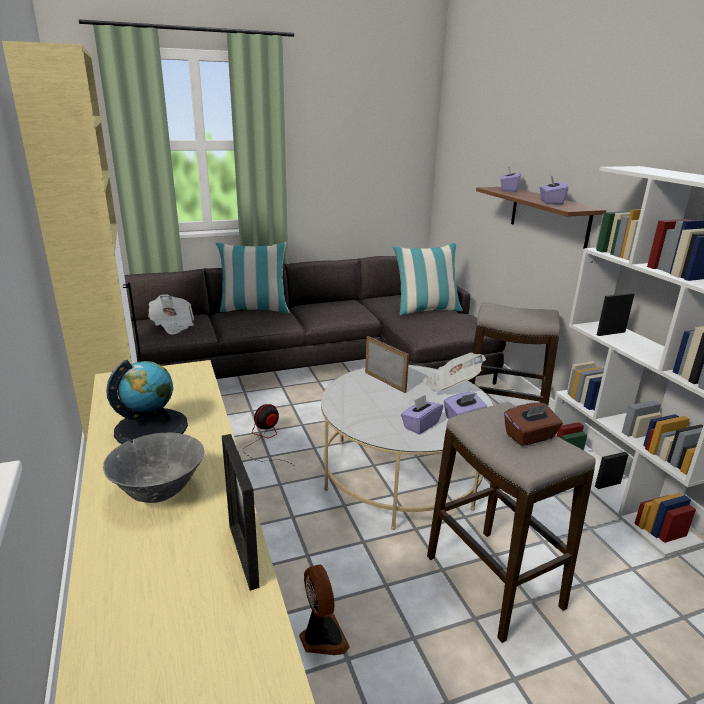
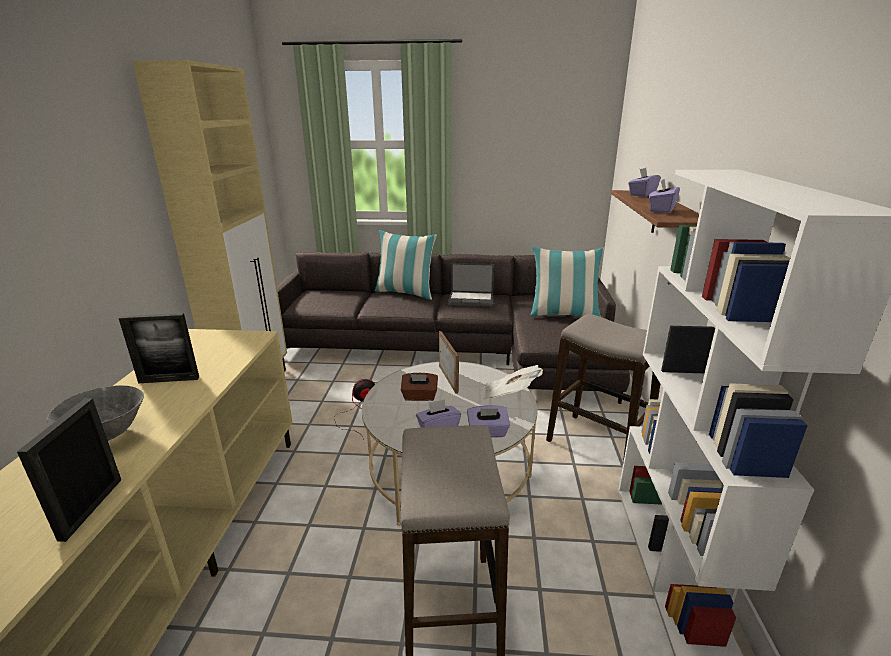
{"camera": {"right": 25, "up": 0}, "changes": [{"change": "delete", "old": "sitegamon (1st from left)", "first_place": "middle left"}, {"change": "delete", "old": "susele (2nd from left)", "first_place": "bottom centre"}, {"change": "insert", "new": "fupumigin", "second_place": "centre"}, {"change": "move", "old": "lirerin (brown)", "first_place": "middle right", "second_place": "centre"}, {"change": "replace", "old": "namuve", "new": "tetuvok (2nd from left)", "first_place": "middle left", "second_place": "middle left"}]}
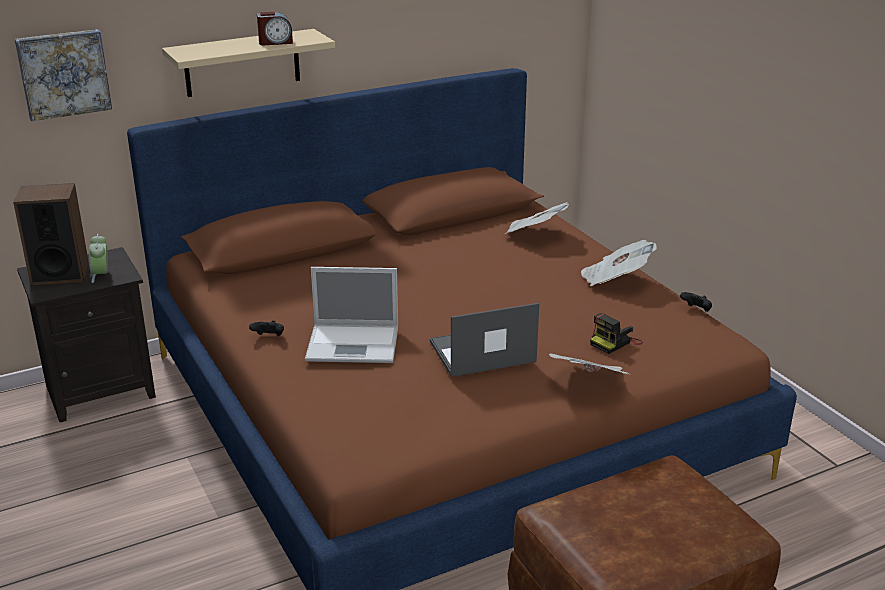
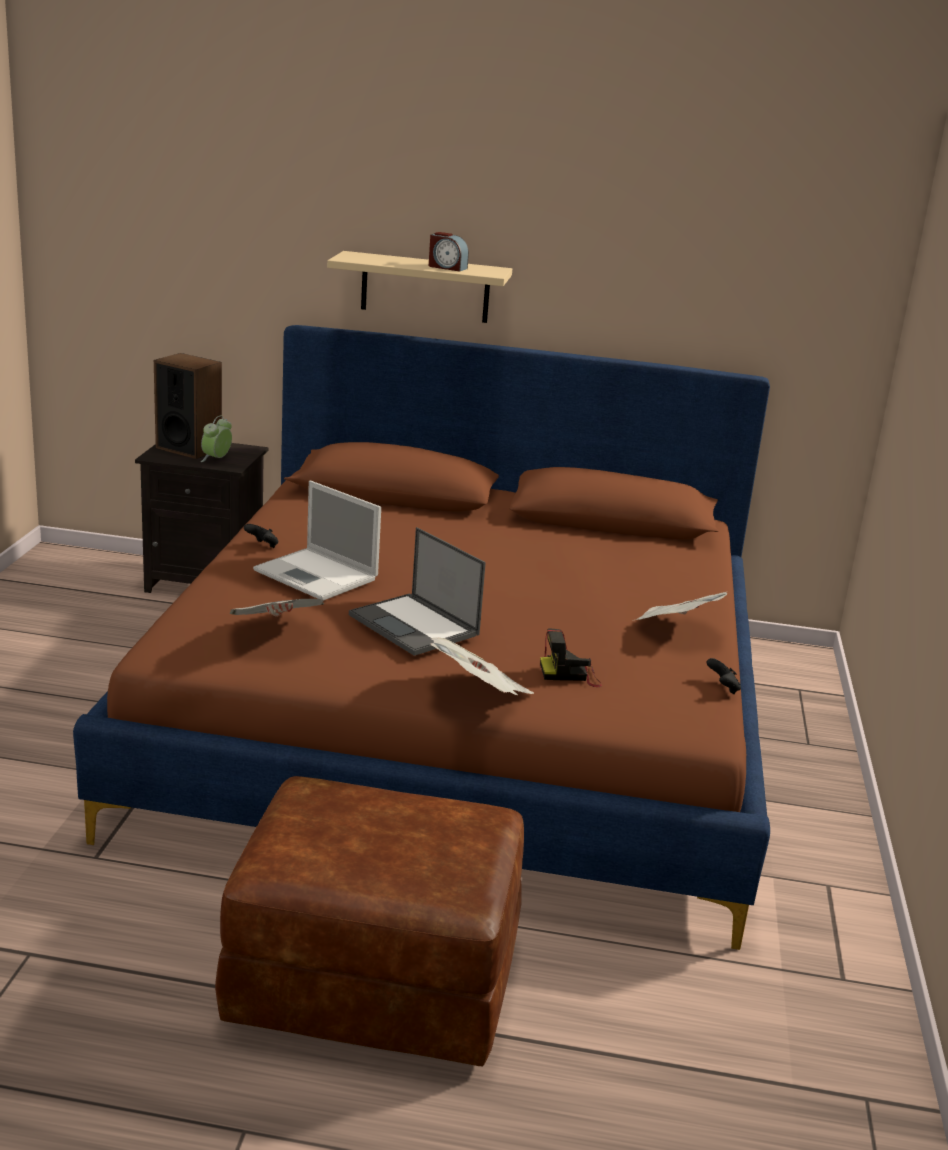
{"camera": {"right": 35, "up": -5}, "changes": [{"change": "delete", "old": "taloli", "first_place": "top left"}, {"change": "move", "old": "sitegamon (1st from left)", "first_place": "centre", "second_place": "middle left"}, {"change": "rotate", "old": "fupumigin (2nd from left)", "first_place": "centre", "second_place": "centre", "degrees": -150}]}
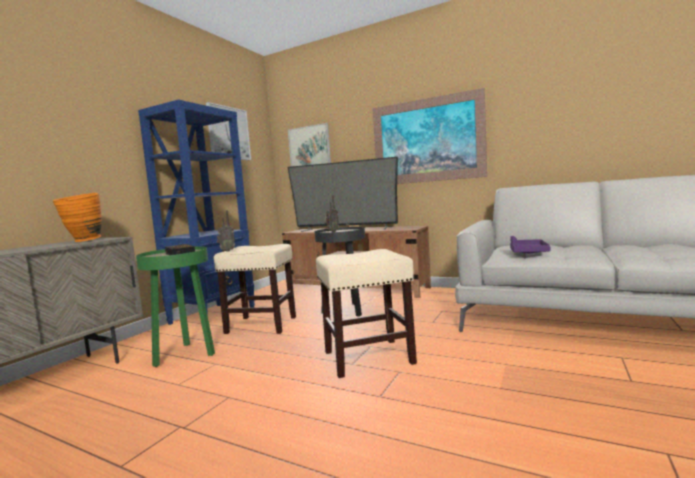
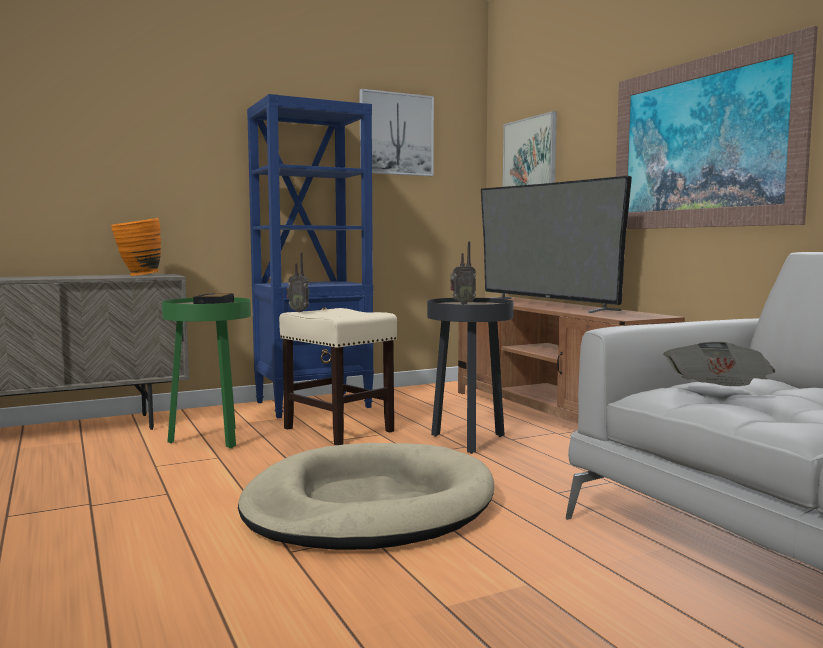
{"camera": {"right": 35, "up": 0}, "changes": [{"change": "replace", "old": "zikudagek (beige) (2nd from left)", "new": "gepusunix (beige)", "first_place": "centre", "second_place": "bottom centre"}, {"change": "replace", "old": "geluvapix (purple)", "new": "sitegamon", "first_place": "middle right", "second_place": "middle right"}]}
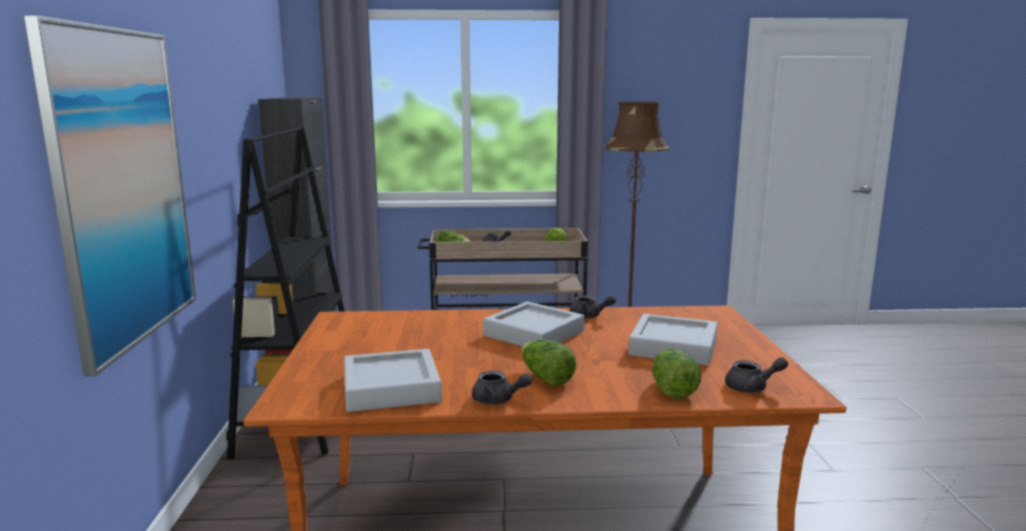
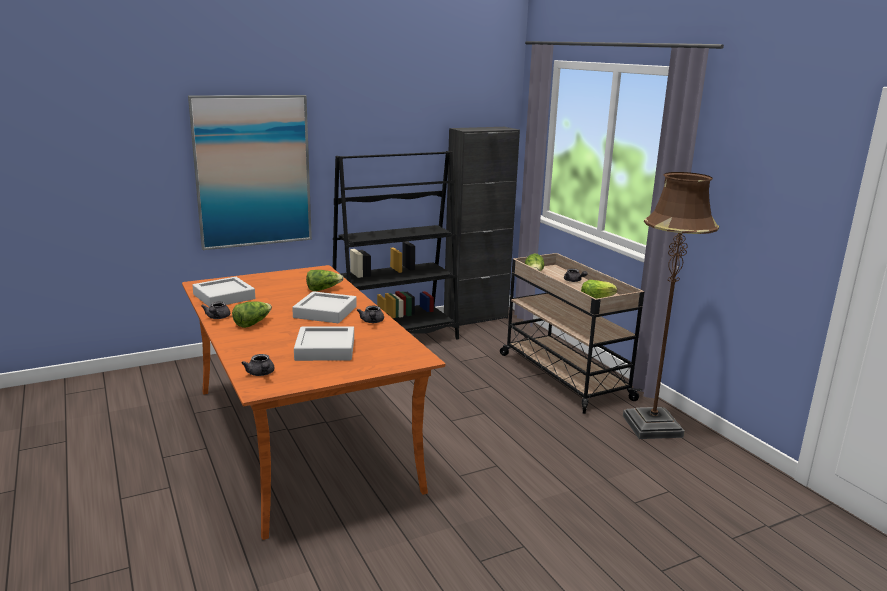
{"camera": {"right": 65, "up": 5}, "changes": [{"change": "move", "old": "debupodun (4th from left in the first image)", "new": "debupodun (2nd from left)", "first_place": "bottom centre", "second_place": "centre"}]}
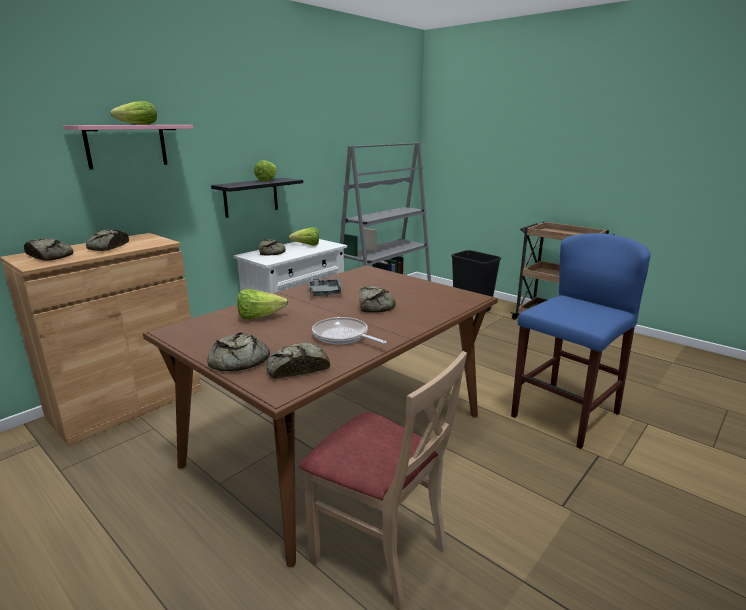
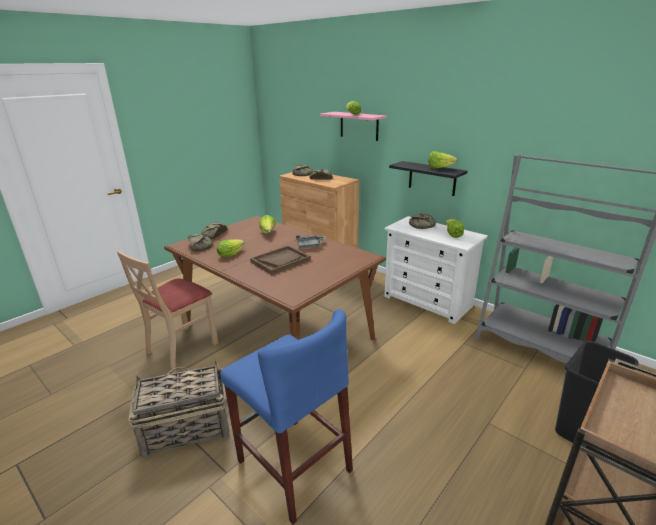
{"camera": {"right": 90, "up": 5}, "changes": [{"change": "insert", "new": "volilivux", "second_place": "bottom left"}, {"change": "replace", "old": "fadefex", "new": "debupodun (1st from left)", "first_place": "centre", "second_place": "centre"}, {"change": "replace", "old": "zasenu (6th from left)", "new": "geluvapix (brown)", "first_place": "centre", "second_place": "centre"}]}
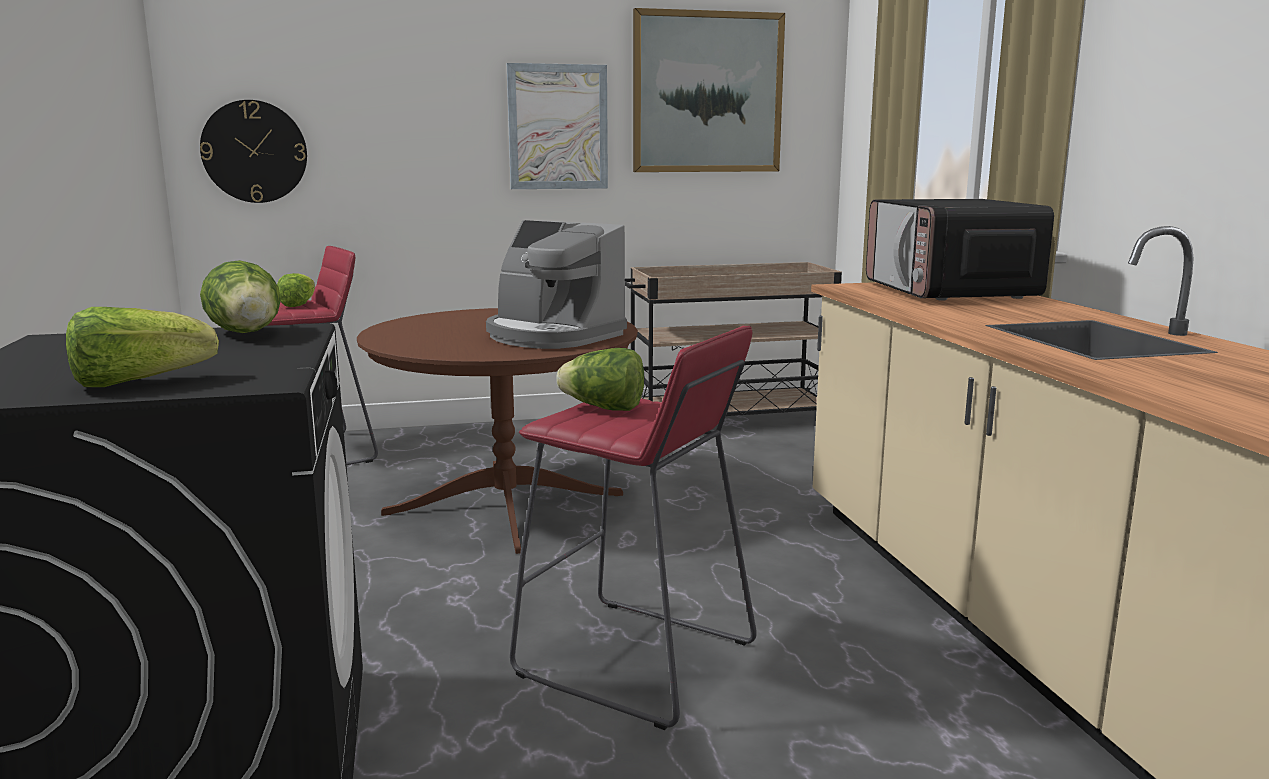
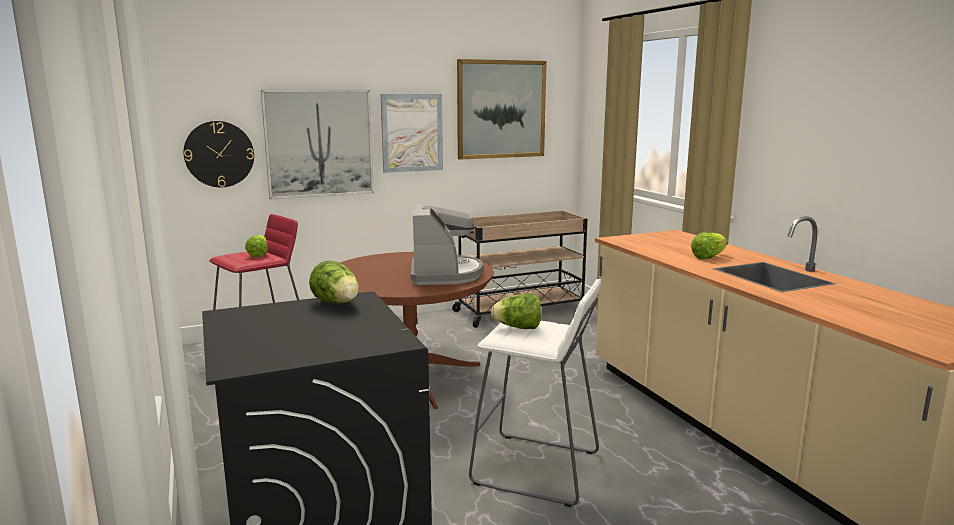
{"camera": {"right": -10, "up": 0}, "changes": [{"change": "delete", "old": "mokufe", "first_place": "top right"}, {"change": "insert", "new": "taloli (1st from left)", "second_place": "top left"}, {"change": "move", "old": "debupodun (1st from left in the first image)", "new": "debupodun (4th from left)", "first_place": "middle left", "second_place": "middle right"}, {"change": "recolor", "old": "zikudagek (red) (2nd from left)", "new": "zikudagek (white)", "first_place": "bottom centre", "second_place": "bottom centre"}, {"change": "rotate", "old": "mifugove", "first_place": "centre", "second_place": "centre", "degrees": -120}]}
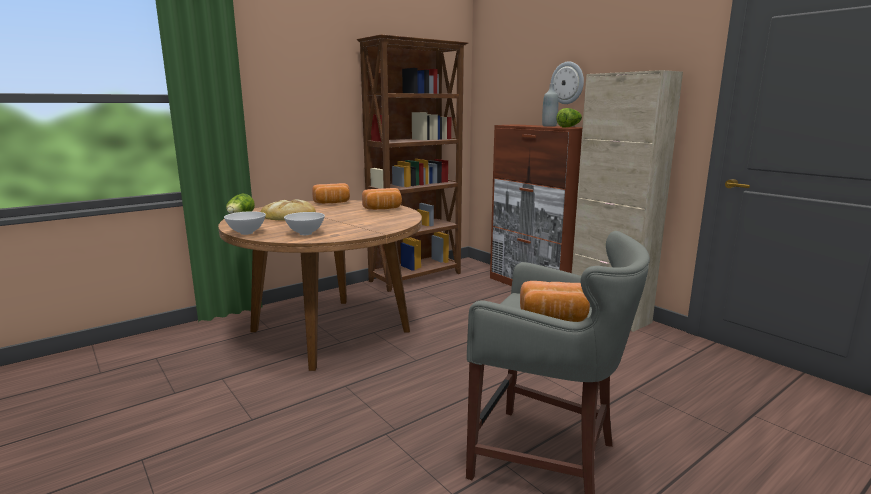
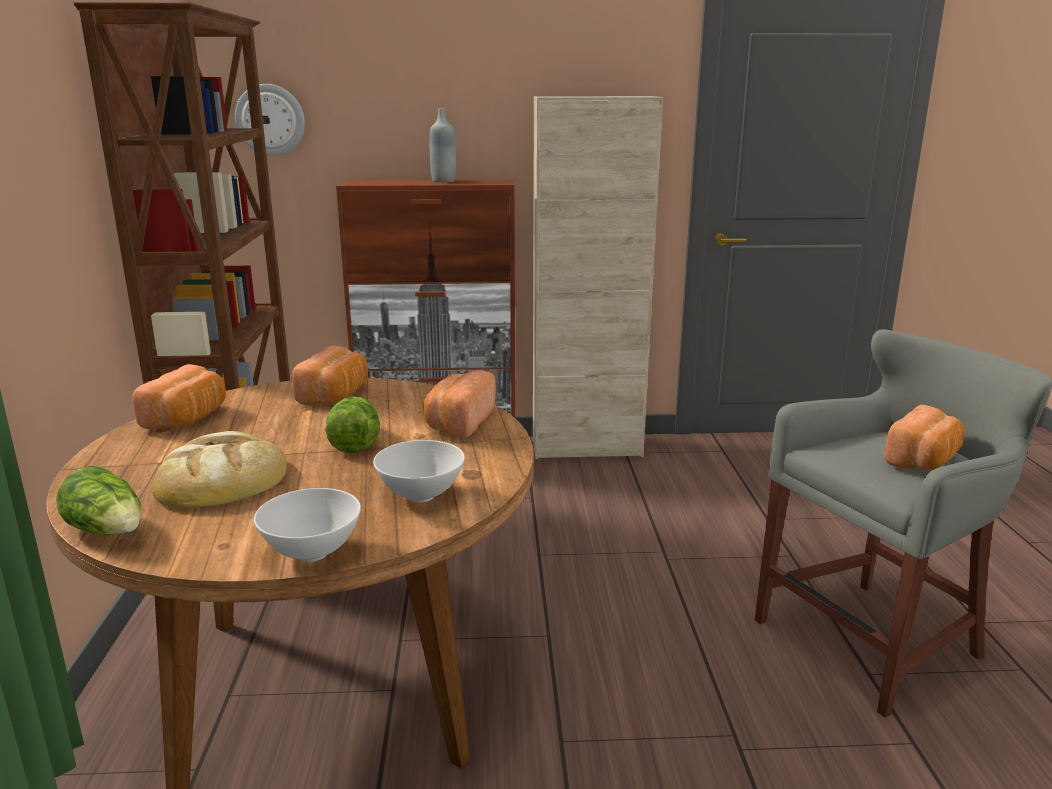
{"camera": {"right": -55, "up": 5}, "changes": [{"change": "insert", "new": "zasenu (4th from left)", "second_place": "centre"}, {"change": "move", "old": "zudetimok", "first_place": "top centre", "second_place": "top left"}, {"change": "move", "old": "debupodun (2nd from left)", "first_place": "top centre", "second_place": "centre"}]}
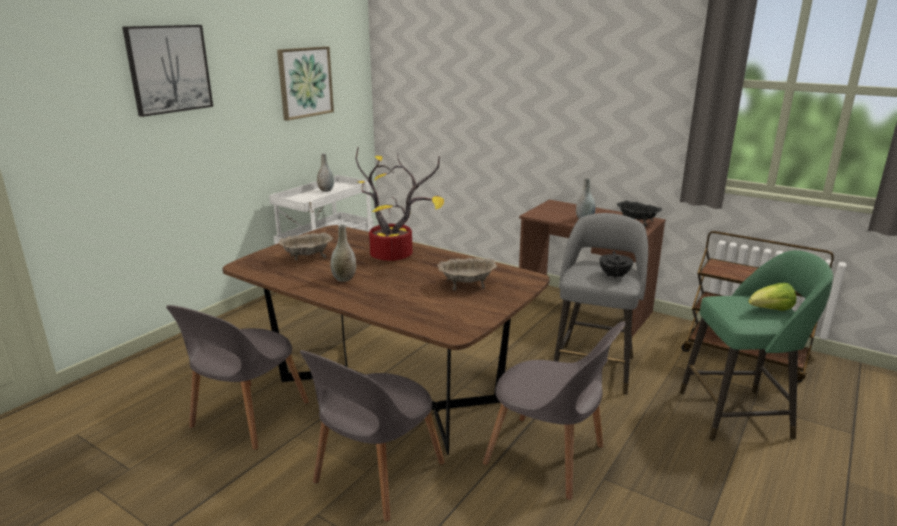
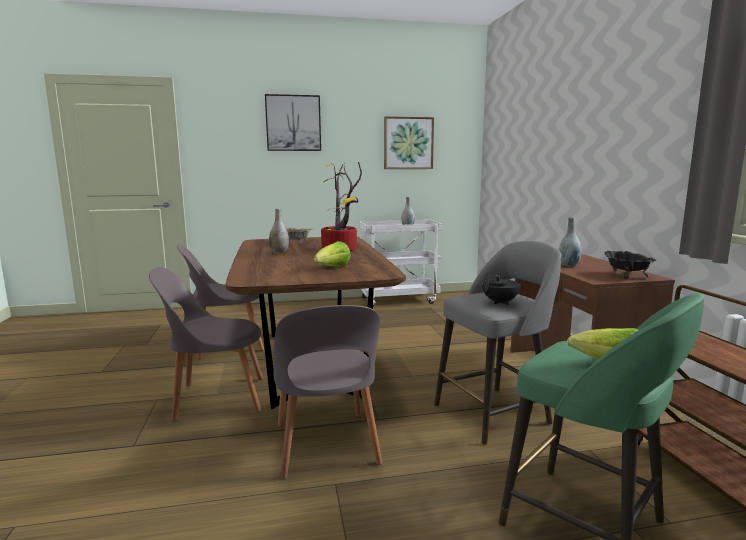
{"camera": {"right": 45, "up": -10}, "changes": [{"change": "replace", "old": "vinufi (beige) (2nd from left)", "new": "debupodun (1st from left)", "first_place": "centre", "second_place": "centre"}]}
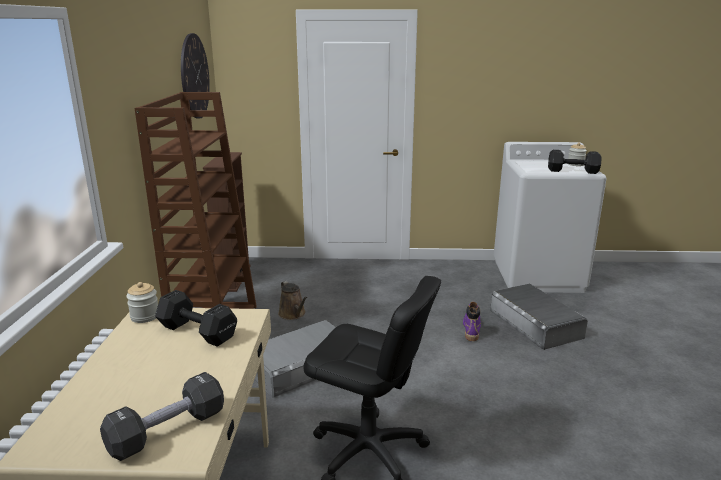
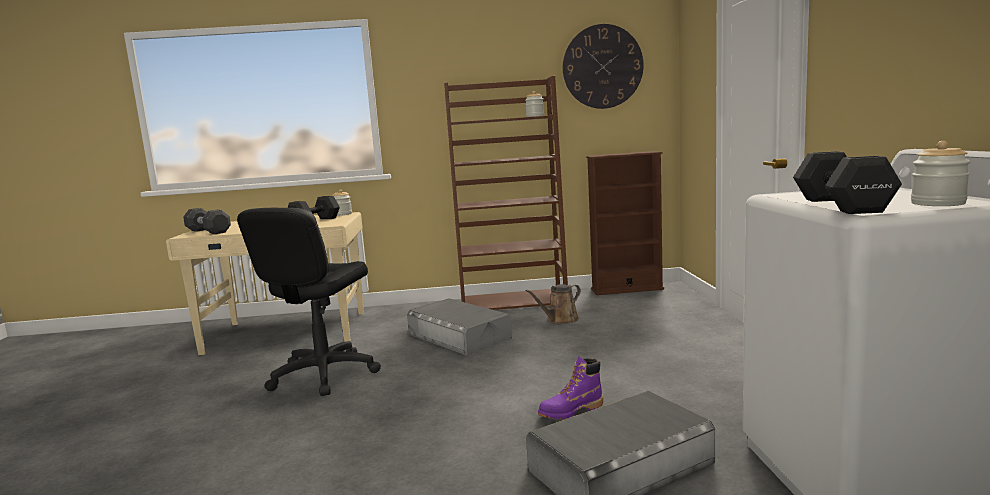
{"camera": {"right": 85, "up": -10}, "changes": [{"change": "insert", "new": "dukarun (2nd from left)", "second_place": "top centre"}, {"change": "rotate", "old": "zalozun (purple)", "first_place": "bottom centre", "second_place": "bottom centre", "degrees": 150}]}
